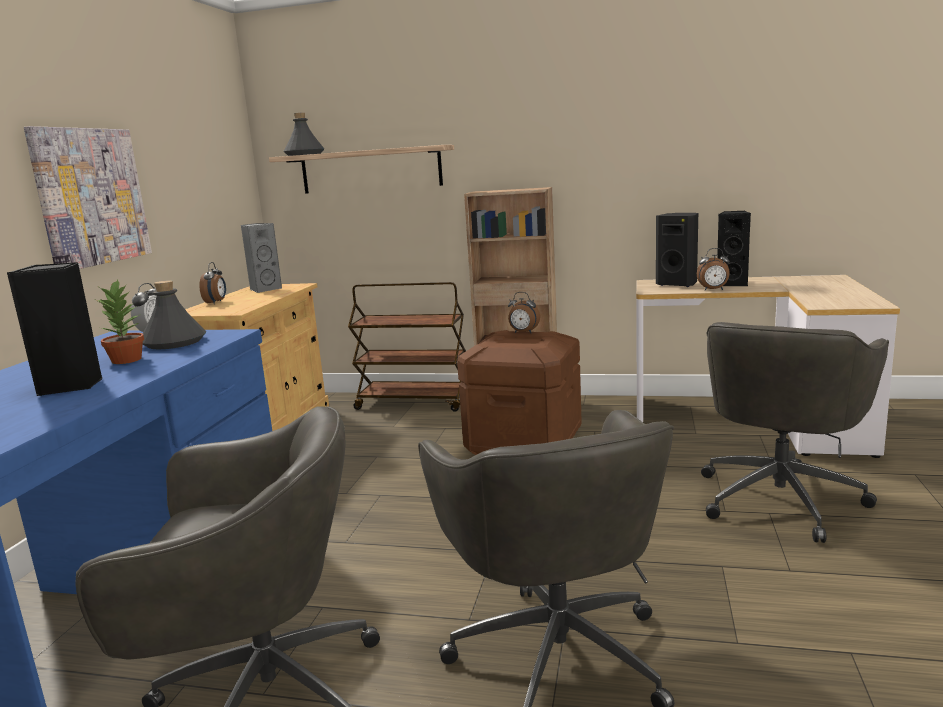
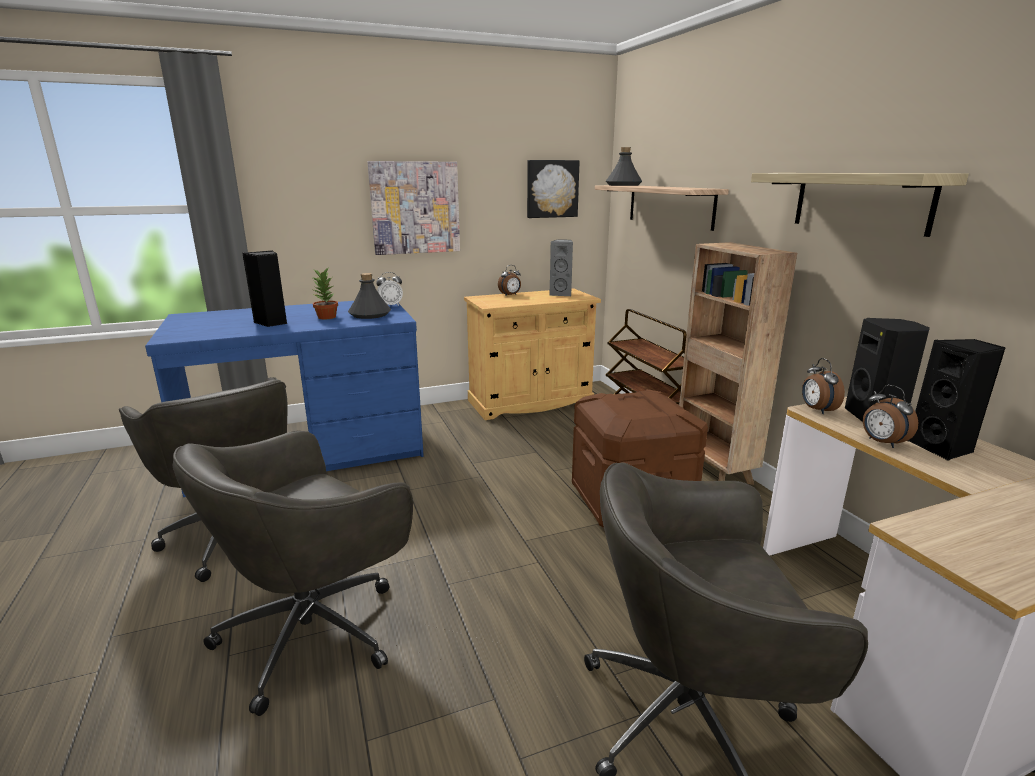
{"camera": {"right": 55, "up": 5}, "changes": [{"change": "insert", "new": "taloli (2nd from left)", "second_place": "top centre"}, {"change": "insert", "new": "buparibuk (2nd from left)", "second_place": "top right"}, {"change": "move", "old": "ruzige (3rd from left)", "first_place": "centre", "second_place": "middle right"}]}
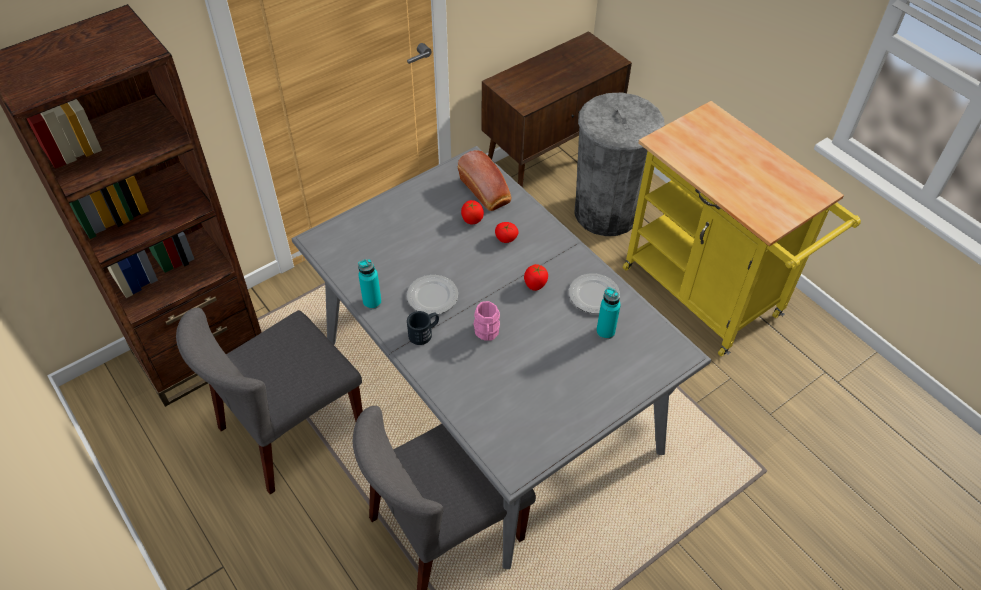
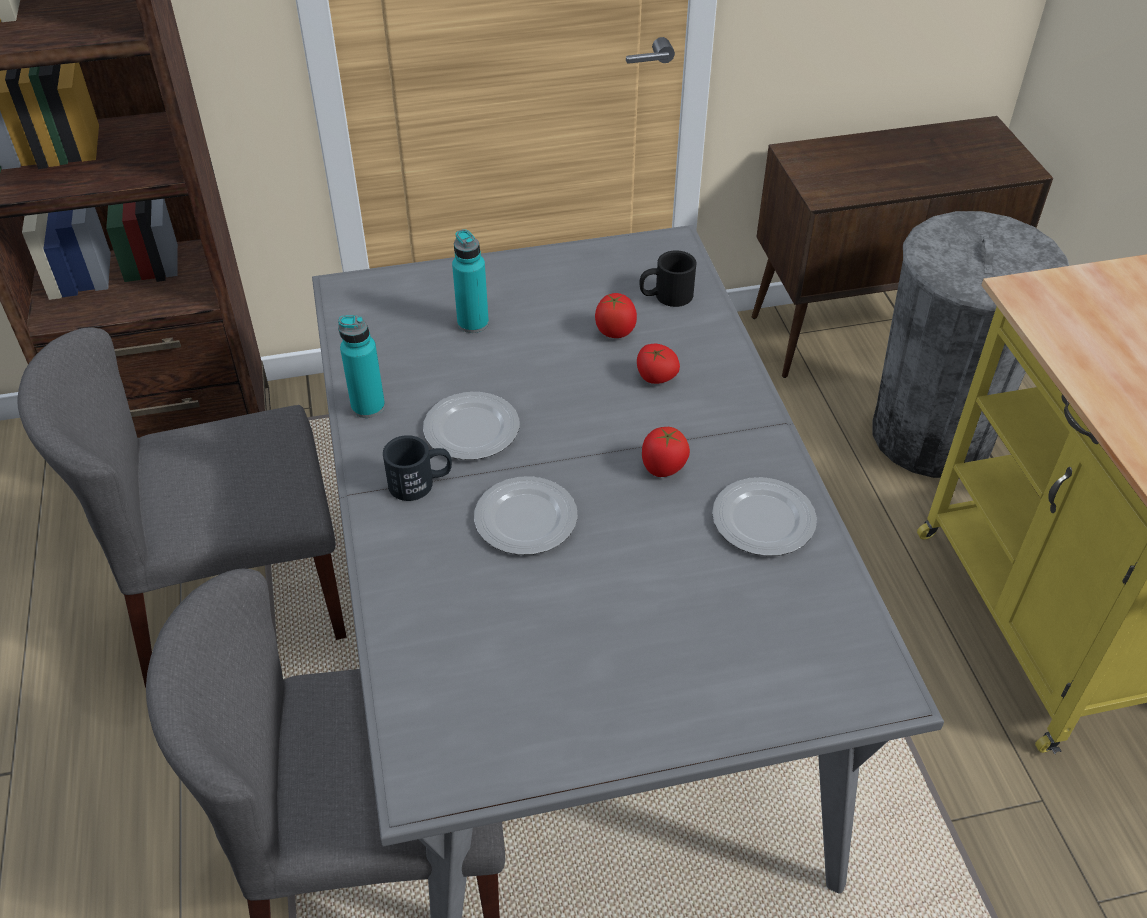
{"camera": {"right": 25, "up": -5}, "changes": [{"change": "move", "old": "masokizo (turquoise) (2nd from left)", "first_place": "centre", "second_place": "top centre"}, {"change": "replace", "old": "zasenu", "new": "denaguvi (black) (2nd from left)", "first_place": "top centre", "second_place": "top centre"}, {"change": "replace", "old": "denaguvi (pink)", "new": "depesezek (2nd from left)", "first_place": "centre", "second_place": "centre"}]}
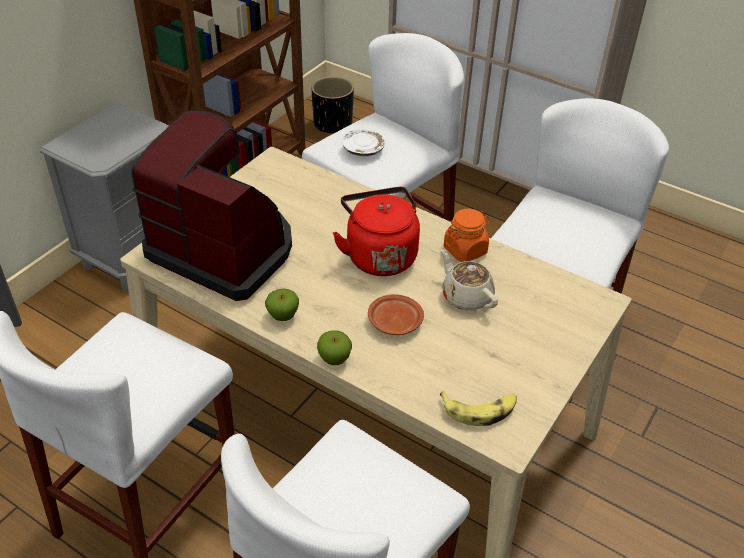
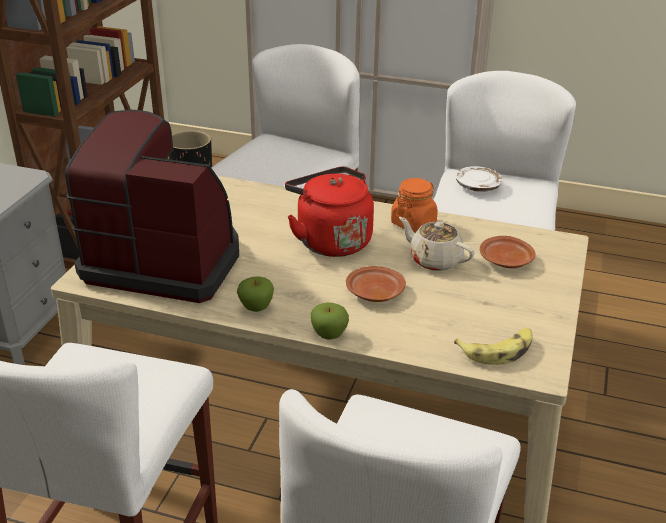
{"camera": {"right": -15, "up": -10}, "changes": [{"change": "insert", "new": "depesezek (brown) (2nd from left)", "second_place": "middle right"}, {"change": "move", "old": "depesezek (white)", "first_place": "top centre", "second_place": "middle right"}]}
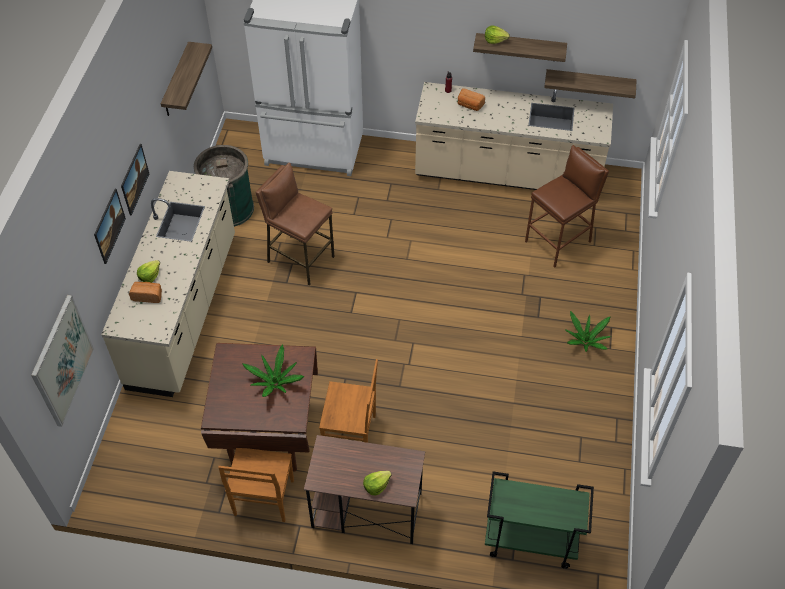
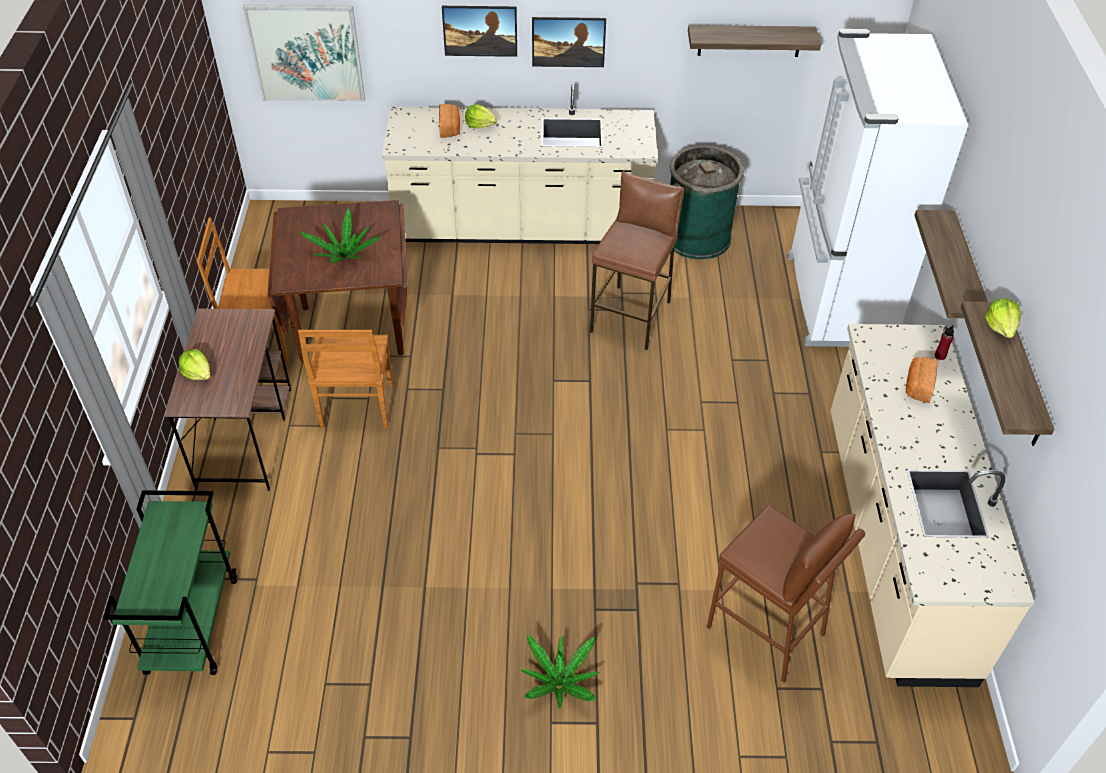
{"camera": {"right": 80, "up": -5}, "changes": [{"change": "move", "old": "buparibuk (3rd from left in the first image)", "new": "buparibuk (2nd from left)", "first_place": "top right", "second_place": "middle right"}]}
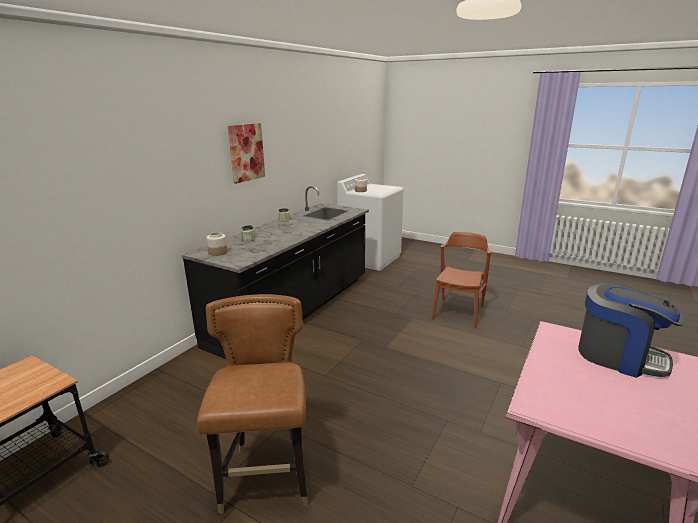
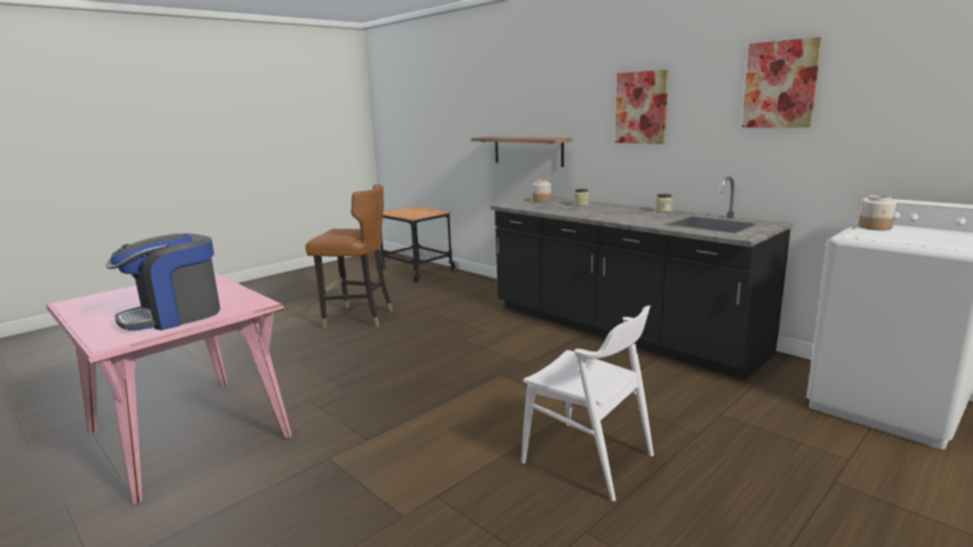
{"camera": {"right": 105, "up": -5}, "changes": [{"change": "insert", "new": "buparibuk", "second_place": "top centre"}, {"change": "insert", "new": "taloli (2nd from left)", "second_place": "top right"}, {"change": "recolor", "old": "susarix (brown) (2nd from left)", "new": "susarix (white)", "first_place": "centre", "second_place": "bottom centre"}]}
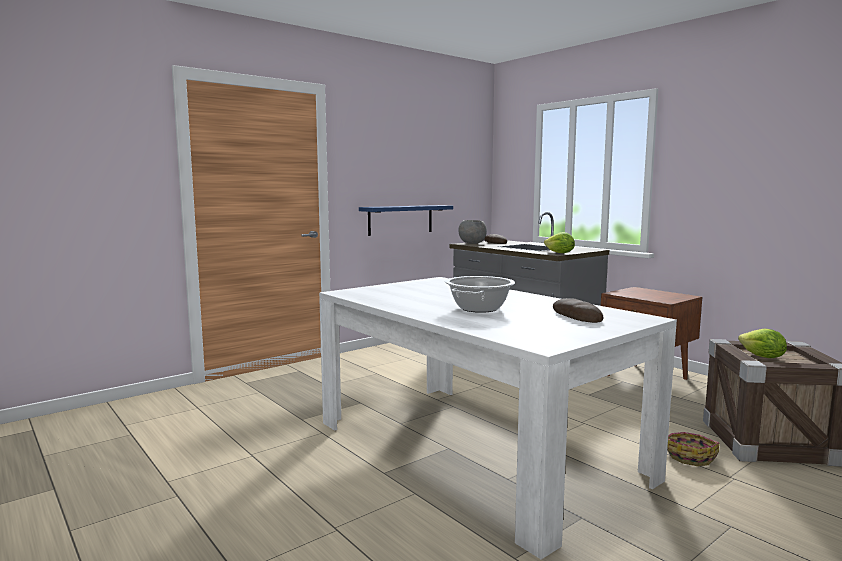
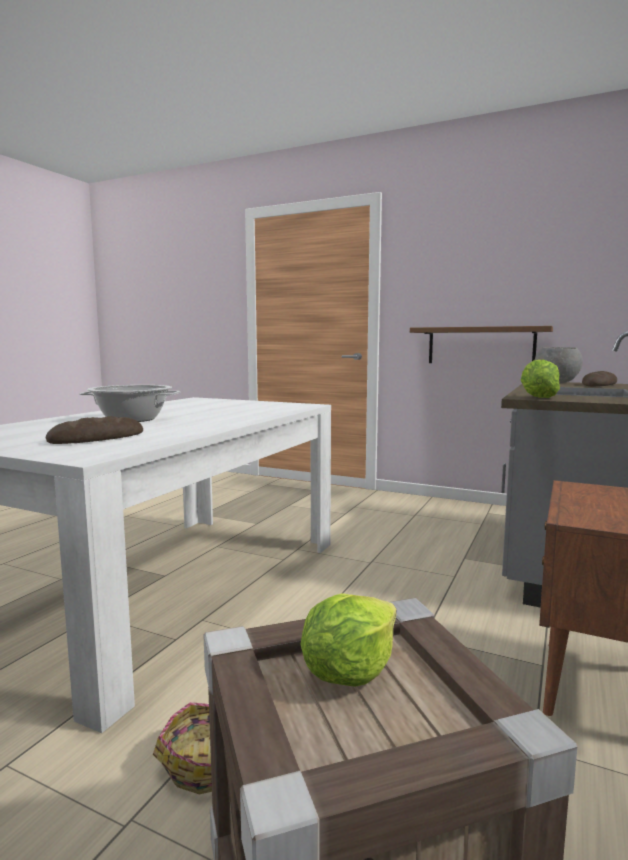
{"camera": {"right": 65, "up": 0}, "changes": [{"change": "recolor", "old": "buparibuk (blue)", "new": "buparibuk (brown)", "first_place": "centre", "second_place": "middle right"}]}
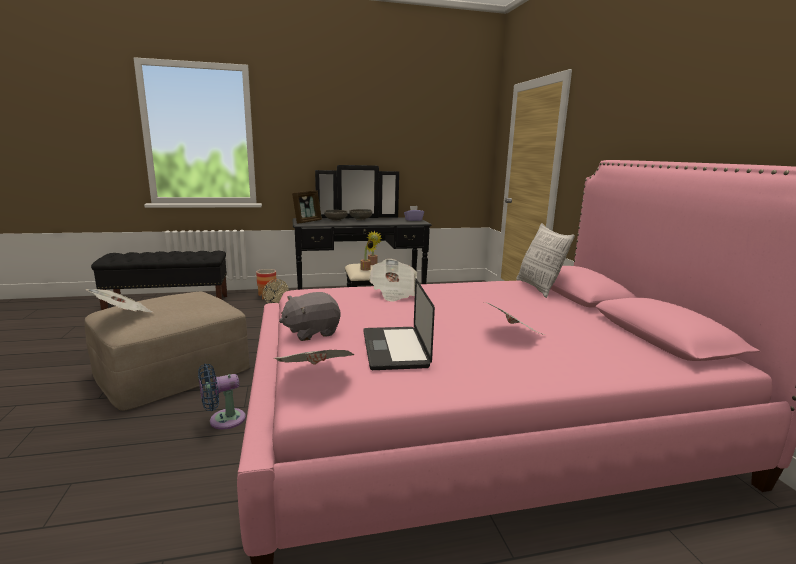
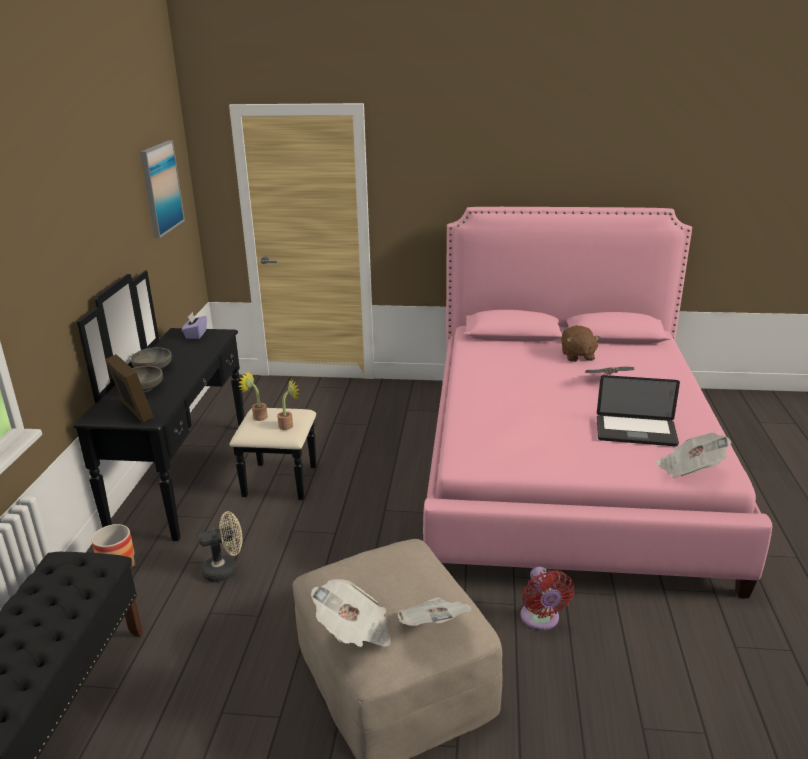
{"camera": {"right": -70, "up": 10}, "changes": [{"change": "delete", "old": "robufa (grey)", "first_place": "centre"}, {"change": "delete", "old": "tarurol", "first_place": "middle right"}, {"change": "insert", "new": "taloli", "second_place": "top left"}, {"change": "insert", "new": "robufa (brown)", "second_place": "middle right"}, {"change": "move", "old": "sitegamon (3rd from left in the first image)", "new": "sitegamon (1st from left)", "first_place": "centre", "second_place": "bottom centre"}, {"change": "recolor", "old": "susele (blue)", "new": "susele (red)", "first_place": "bottom left", "second_place": "bottom right"}]}
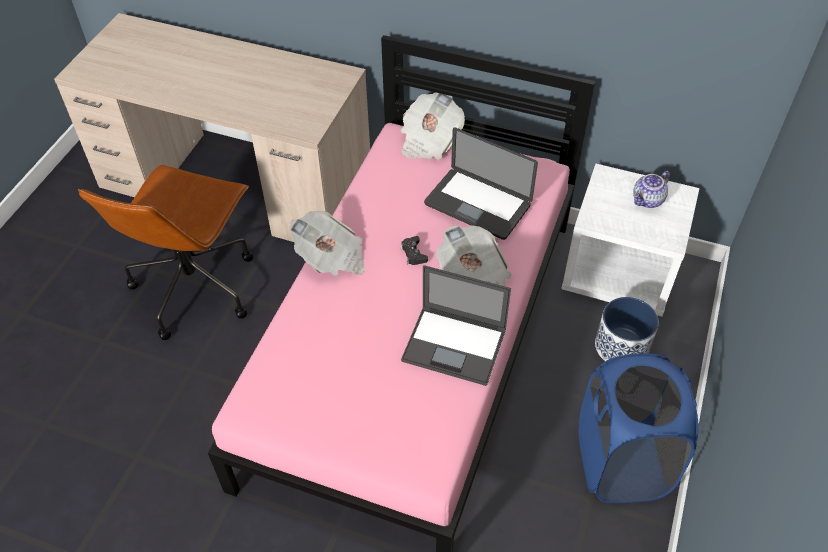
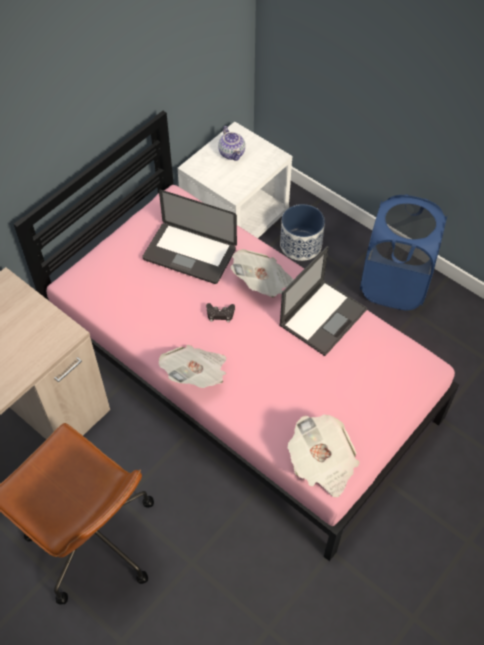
{"camera": {"right": -70, "up": 5}, "changes": [{"change": "move", "old": "sitegamon (2nd from left in the first image)", "new": "sitegamon (3rd from left)", "first_place": "top centre", "second_place": "bottom right"}, {"change": "rotate", "old": "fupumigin (2nd from left in the first image)", "first_place": "centre", "second_place": "centre", "degrees": 60}]}
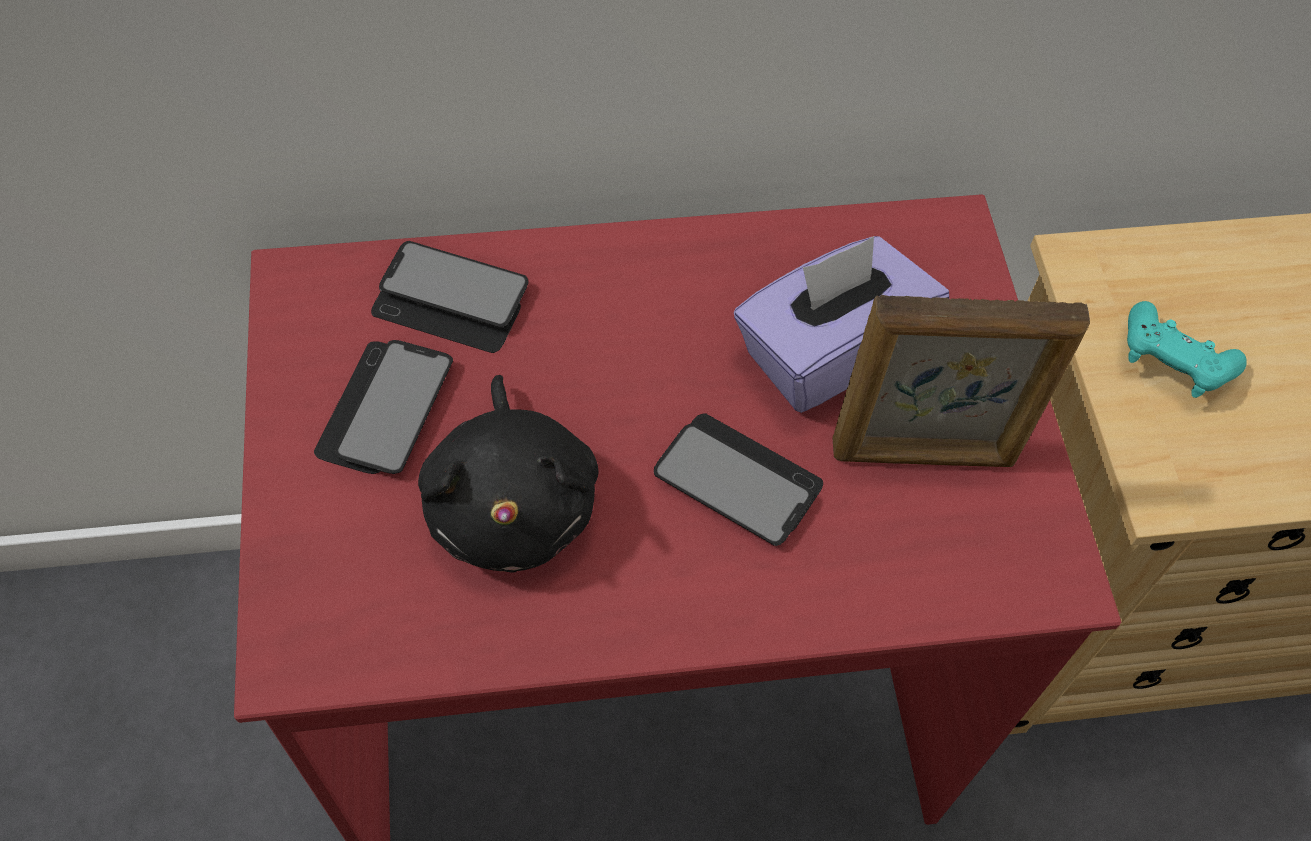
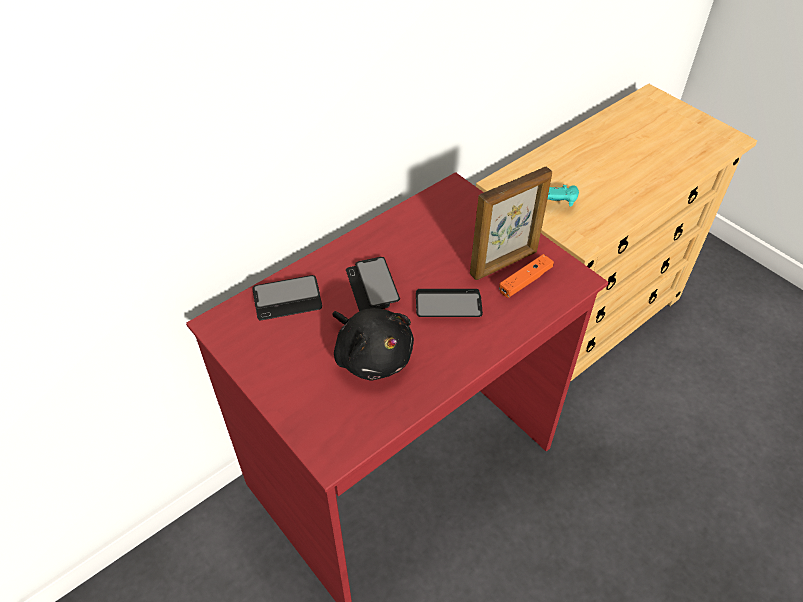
{"camera": {"right": -30, "up": -10}, "changes": [{"change": "delete", "old": "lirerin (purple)", "first_place": "centre"}, {"change": "insert", "new": "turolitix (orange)", "second_place": "centre"}, {"change": "move", "old": "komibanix (1st from left in the first image)", "new": "komibanix (2nd from left)", "first_place": "middle left", "second_place": "centre"}]}
